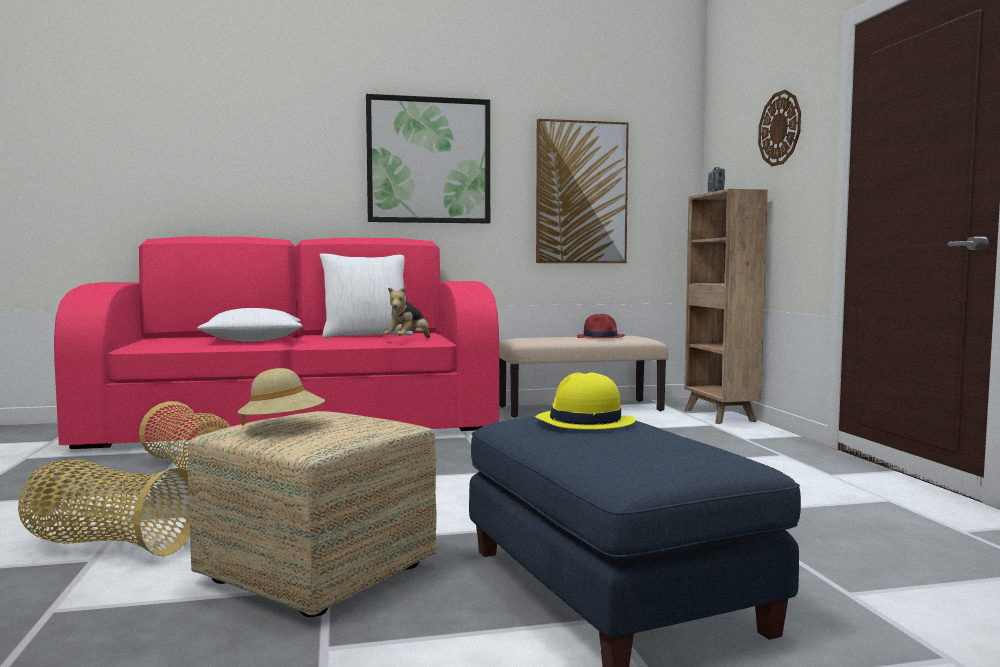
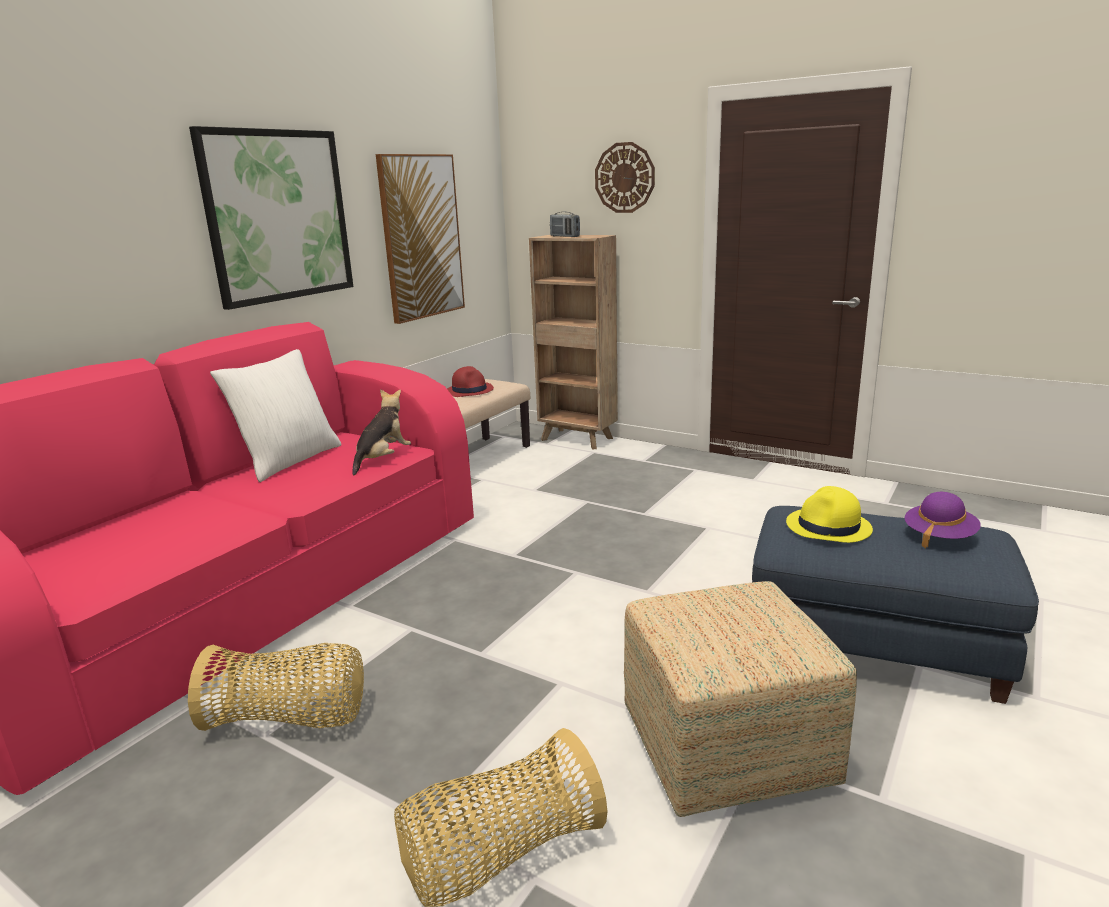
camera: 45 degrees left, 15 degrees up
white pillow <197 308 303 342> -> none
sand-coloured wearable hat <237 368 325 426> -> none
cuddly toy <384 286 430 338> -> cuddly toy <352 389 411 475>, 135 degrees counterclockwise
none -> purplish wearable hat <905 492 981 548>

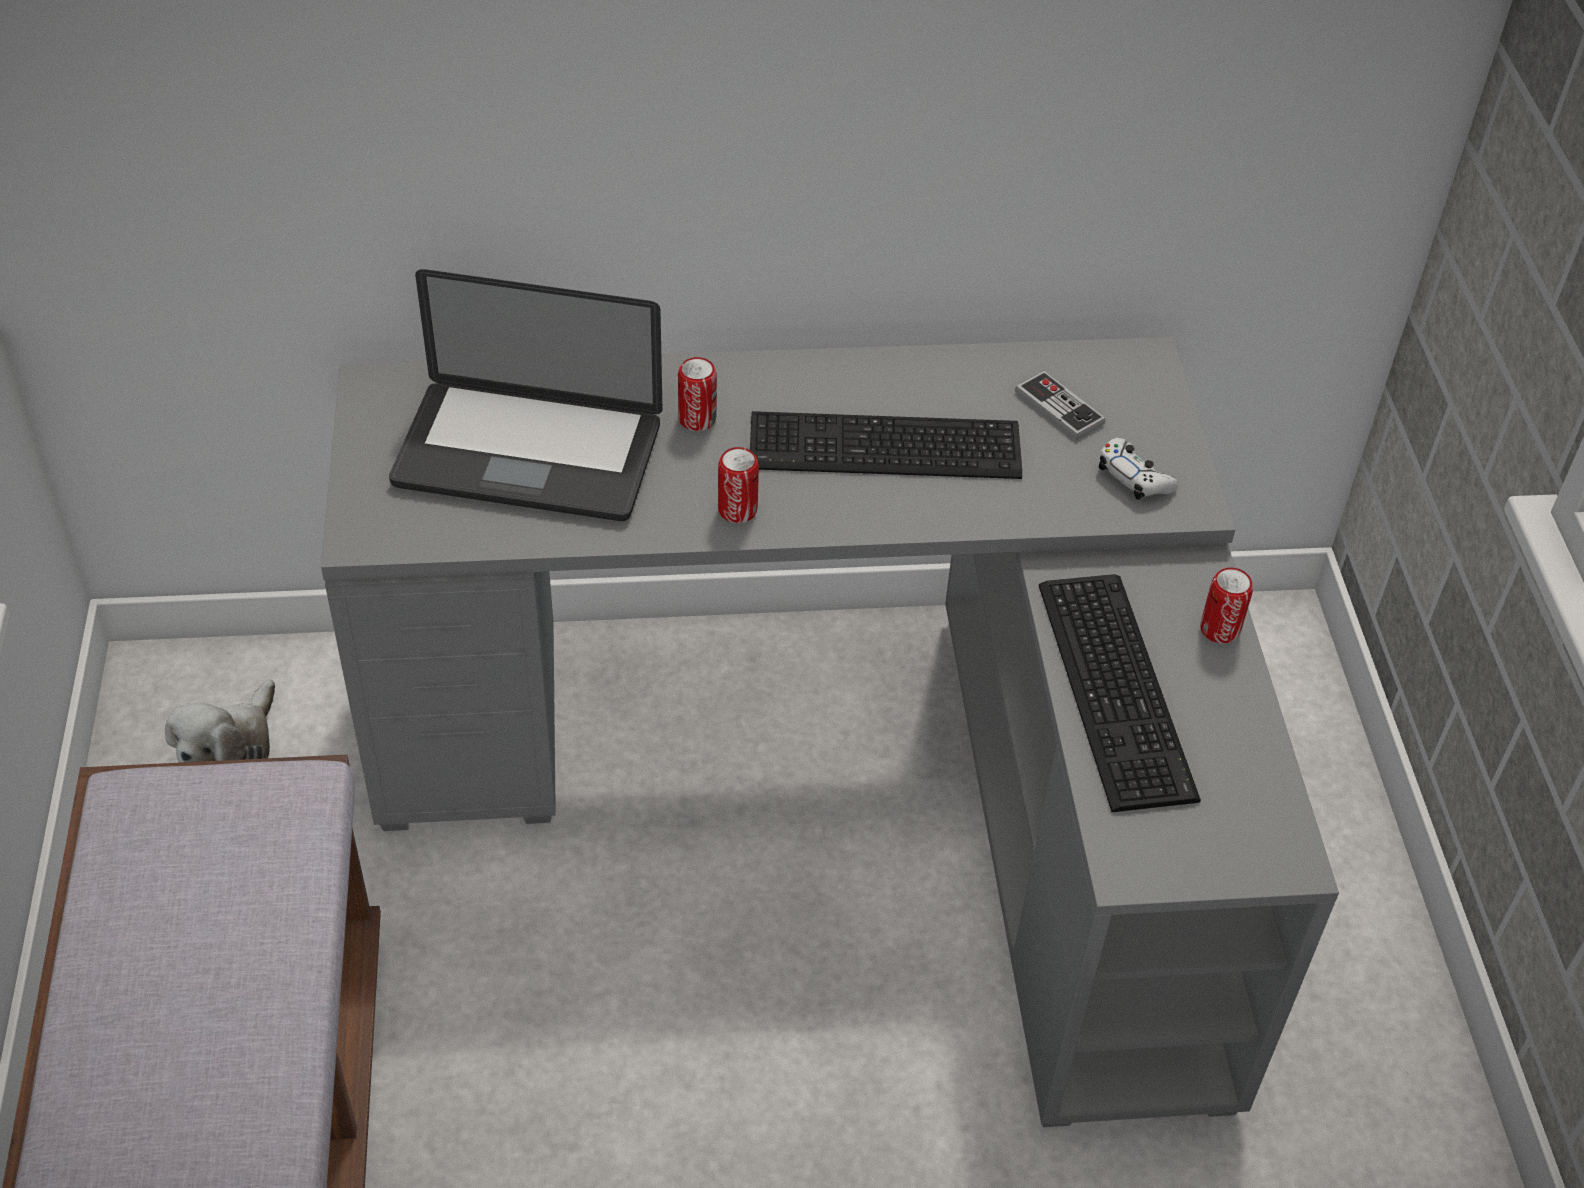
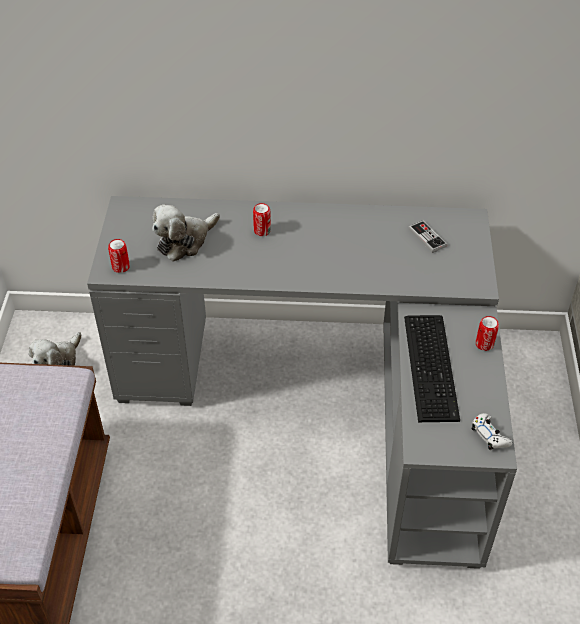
camera: 10 degrees right, 0 degrees up
notebook computer <389 269 663 521> -> cuddly toy <152 204 220 261>
can <718 447 759 523> -> can <108 239 130 273>, move
computer keyboard <750 411 1022 479> -> none
white game controller <1099 438 1178 500> -> white game controller <472 413 513 450>, move

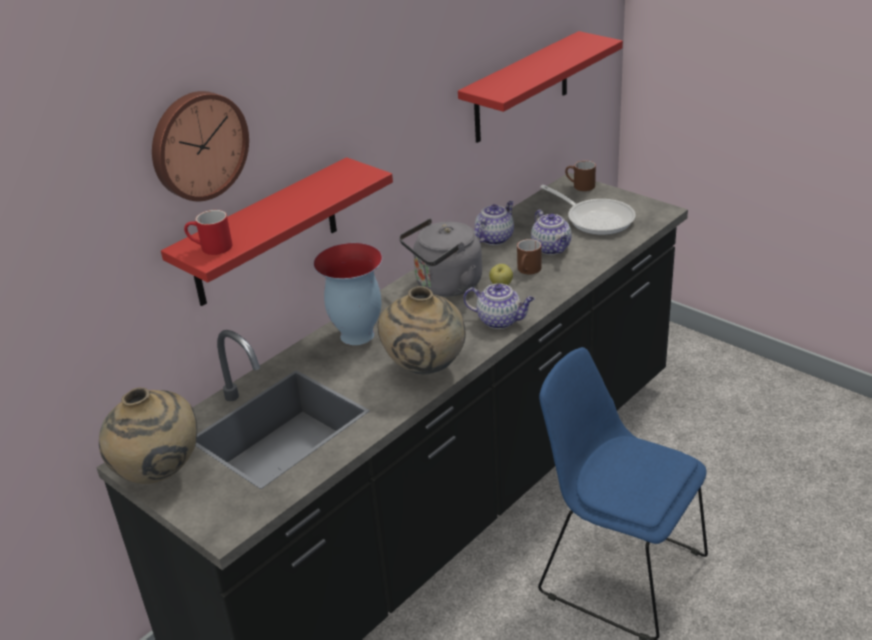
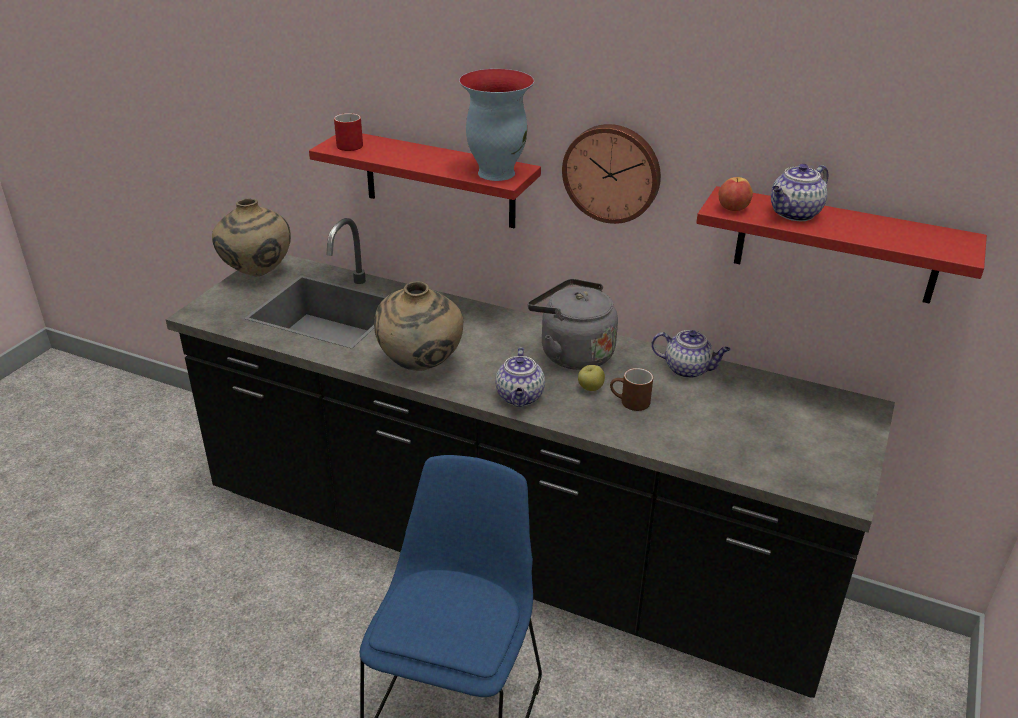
camera: 70 degrees right, 0 degrees up
hanging clock <152 91 249 201> -> hanging clock <562 124 661 224>, move
decorative vase <313 243 382 345> -> decorative vase <459 69 534 181>, move
teapot <531 210 572 255> -> teapot <771 164 828 221>, move
pan <540 185 636 235> -> none
brown coffee mug <565 160 596 191> -> none
none -> whole apple <719 177 753 211>

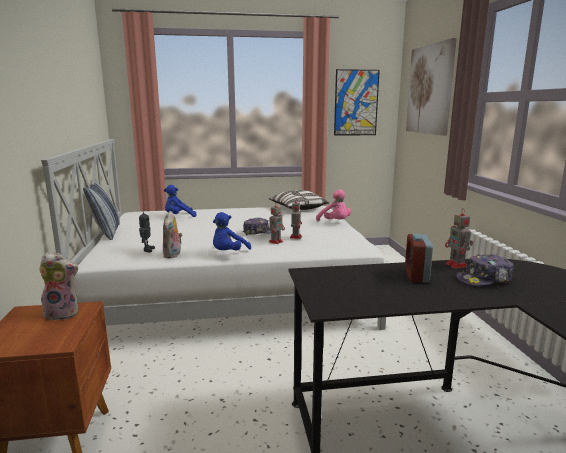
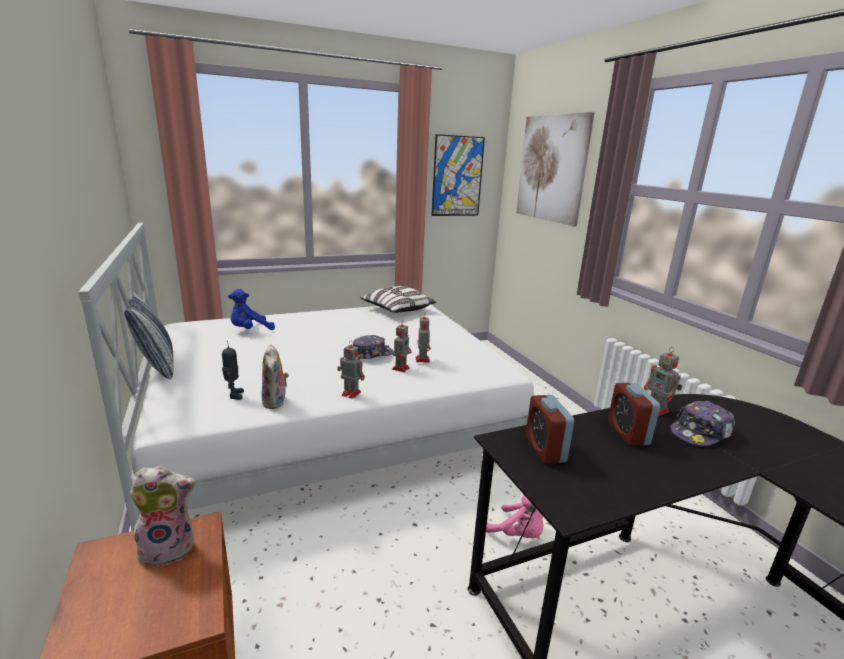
camera: 15 degrees left, 5 degrees up
blue-coloured cuddly toy <213 212 251 250> -> model robot <337 340 365 399>
pinkish cuddly toy <316 189 351 221> -> pinkish cuddly toy <486 495 543 538>, move
none -> alarm clock <526 395 574 464>

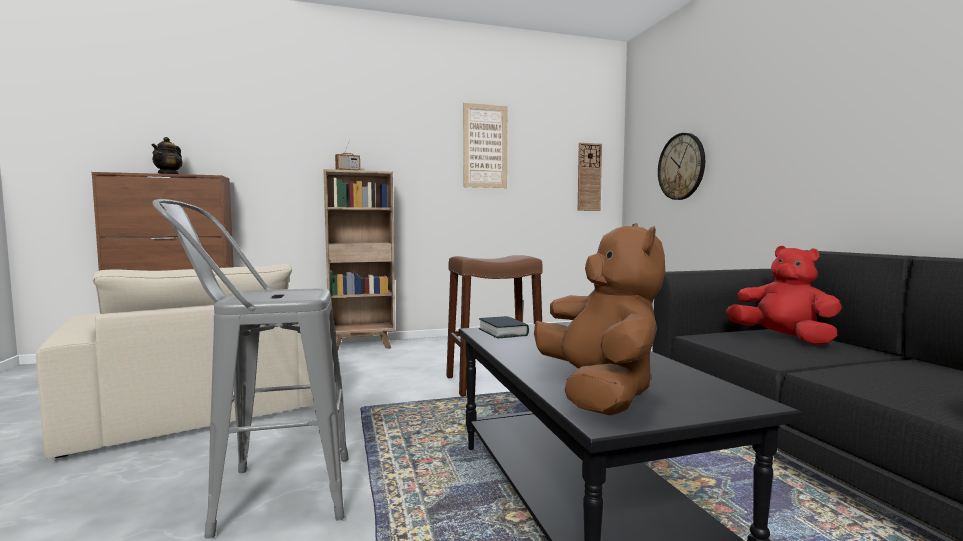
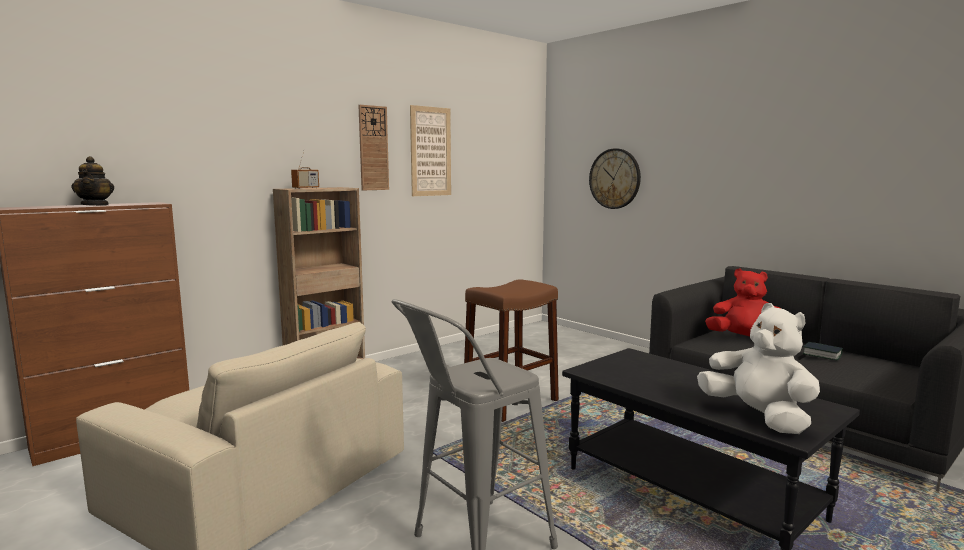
camera: 25 degrees left, 5 degrees up
volume <479 316 529 338> -> volume <802 342 843 361>, move
brown cuddly toy <534 223 665 415> -> white cuddly toy <697 303 820 434>
hanging clock <578 143 602 211> -> hanging clock <358 105 389 190>, move

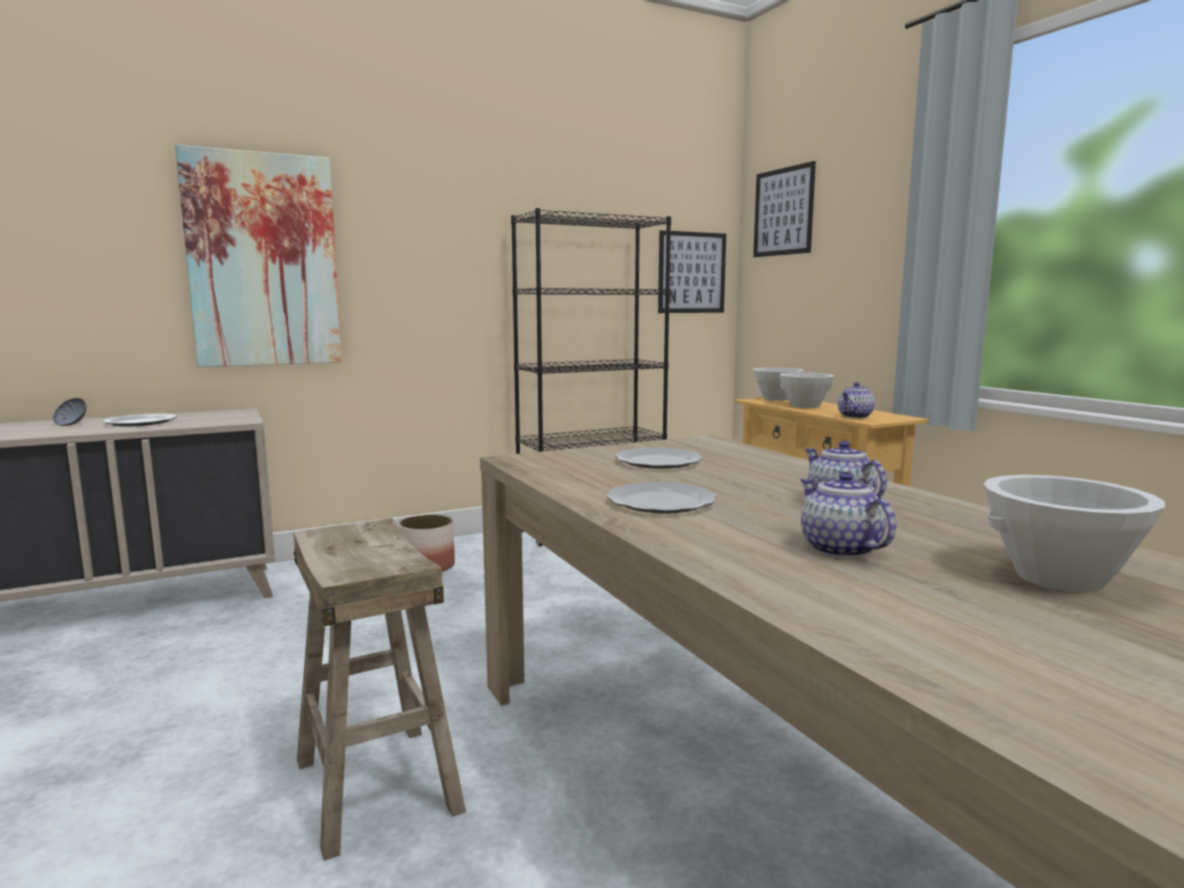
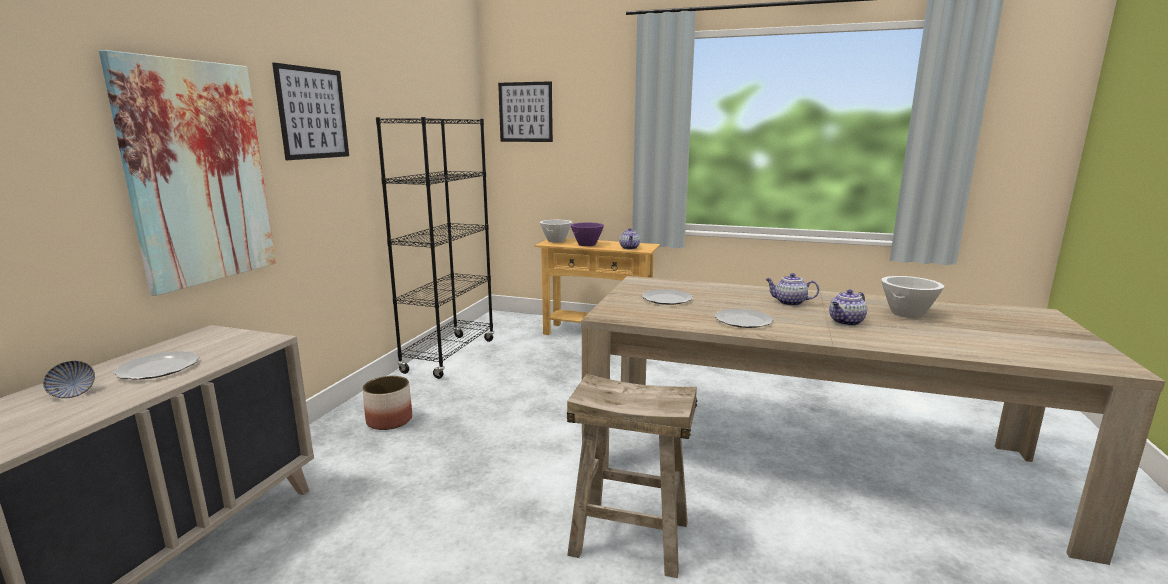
camera: 45 degrees left, 5 degrees up
wall art <658 230 726 313> -> wall art <272 63 349 160>, move
white bowl <779 373 834 408> -> purplish bowl <571 223 604 246>
teapot <800 472 896 558> -> teapot <829 289 867 326>, 60 degrees counterclockwise

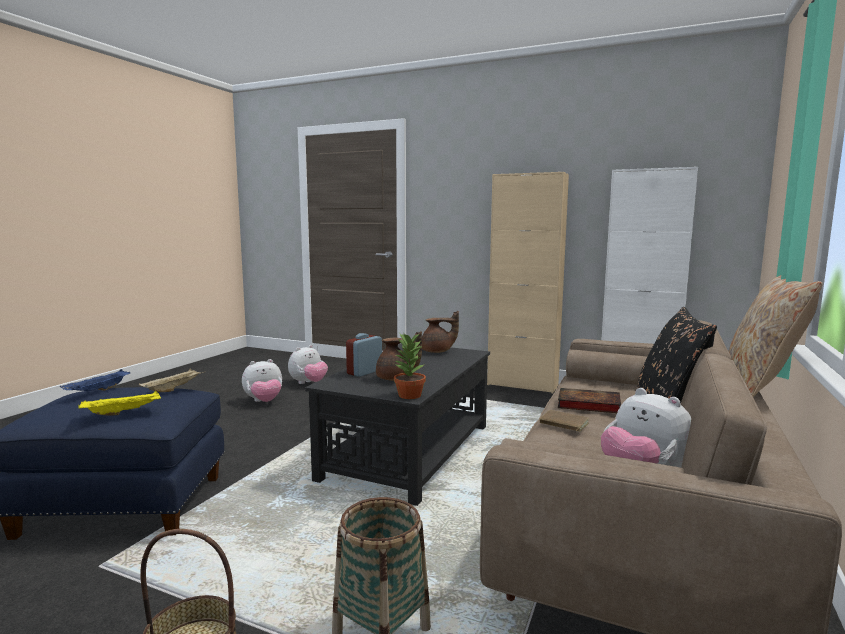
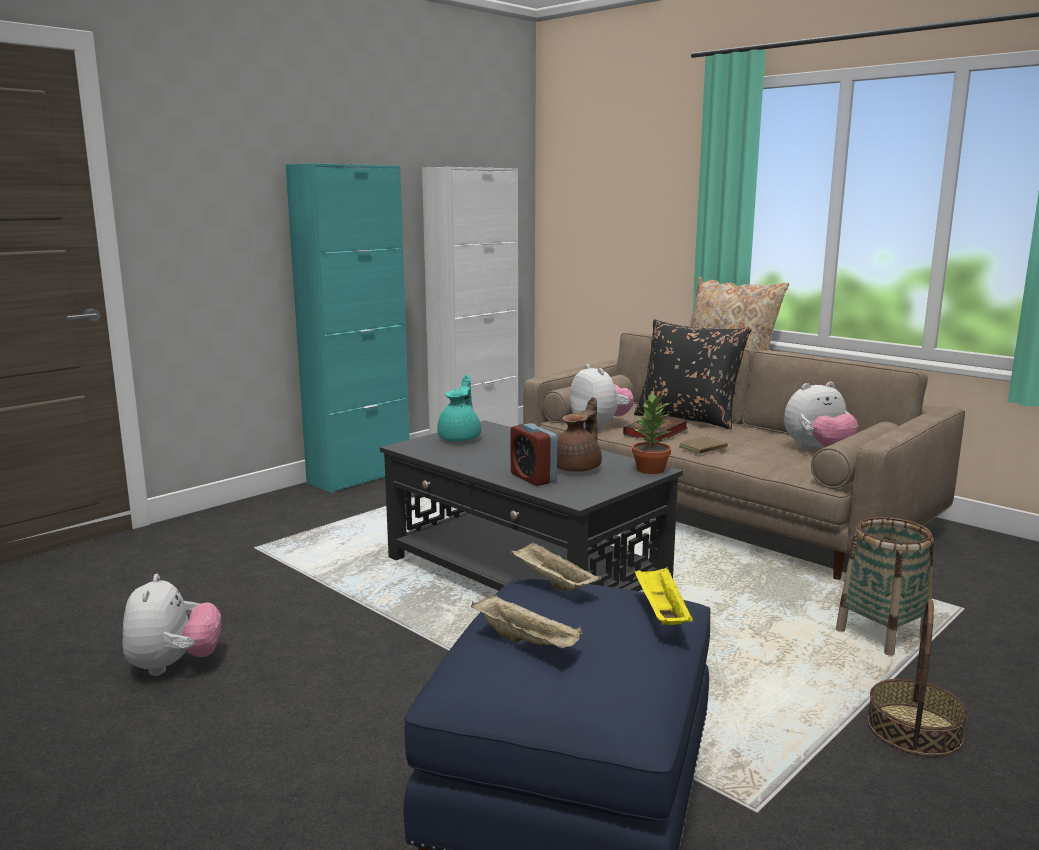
camera: 70 degrees left, 5 degrees up
blue-coloured carrying tray <60 369 130 391> -> sand-coloured carrying tray <471 595 583 648>
cuddly toy <288 345 328 384> -> cuddly toy <569 364 634 430>, move
brown teapot <422 311 459 353> -> blue-green teapot <437 375 481 442>
sand-coloured storage cabinet <487 172 569 393> -> blue-green storage cabinet <286 163 410 493>

